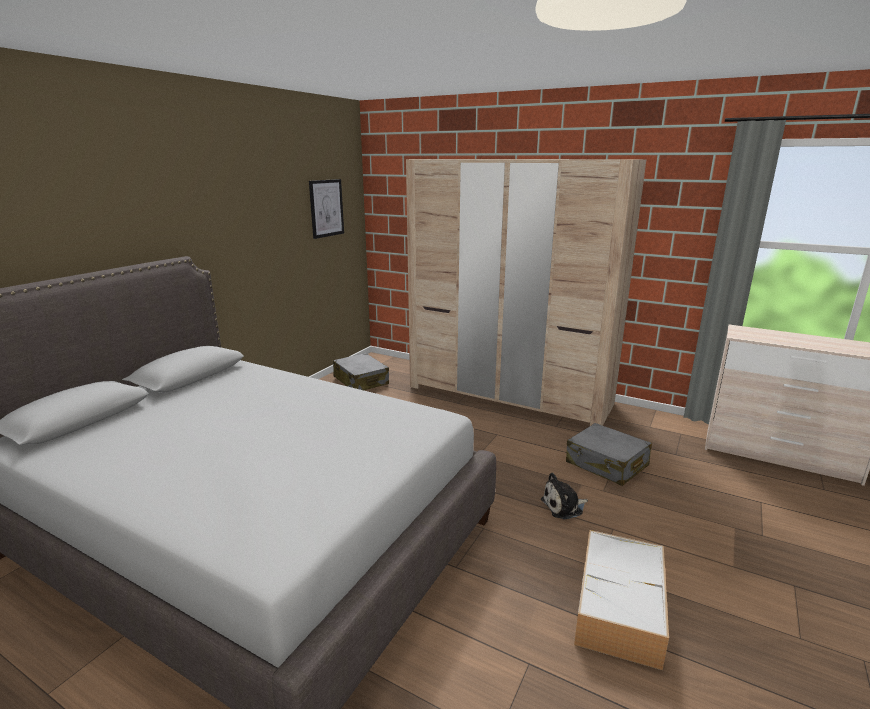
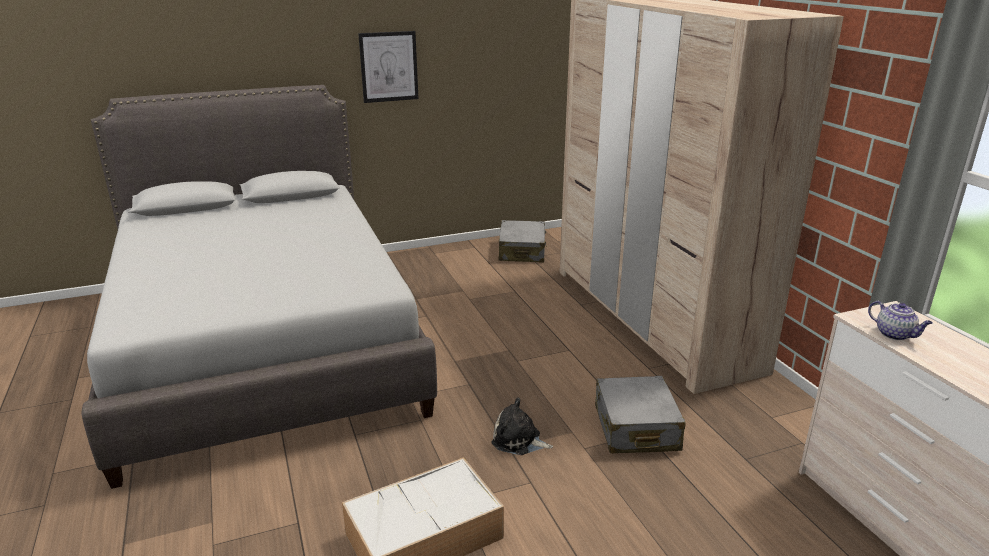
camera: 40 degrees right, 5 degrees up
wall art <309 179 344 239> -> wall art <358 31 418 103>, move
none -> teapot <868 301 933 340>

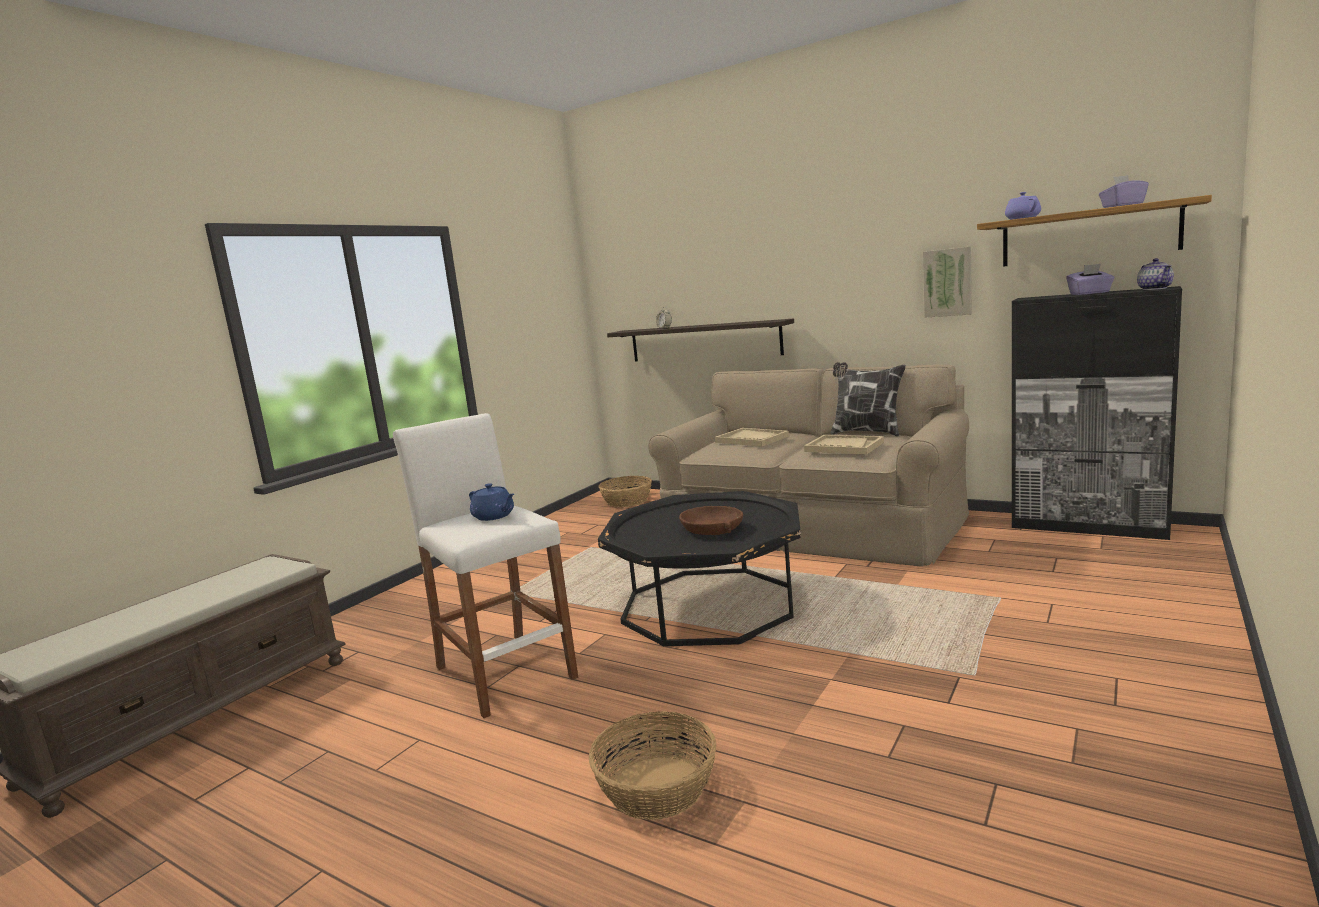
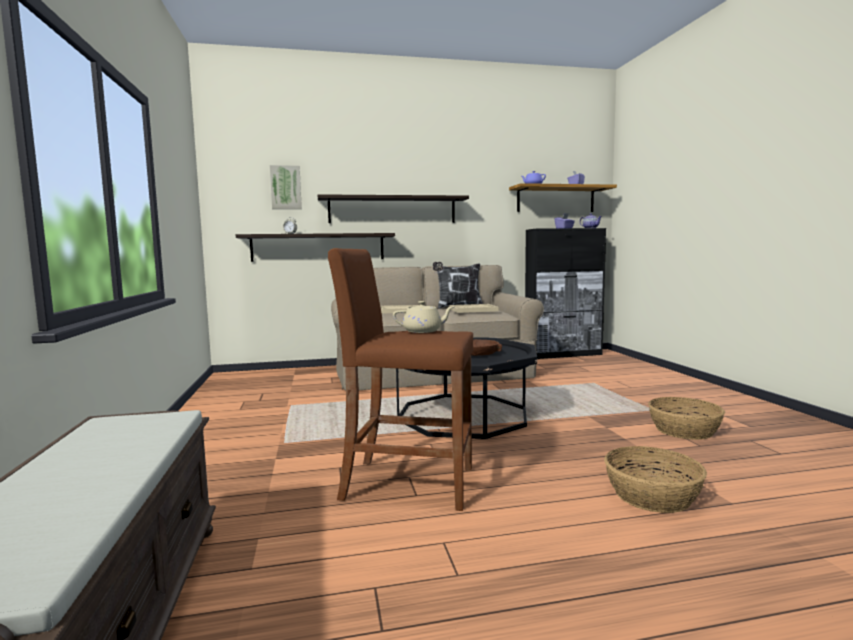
camera: 45 degrees left, 5 degrees down
white sitting stool <393 413 578 718> -> brown sitting stool <328 248 474 511>
blue-coloured teapot <469 483 514 521> -> sand-coloured teapot <393 301 454 333>
storage basket <599 476 652 507> -> storage basket <648 397 725 440>, move
wall art <923 247 972 318> -> wall art <270 165 302 209>, move
none -> bracket shelf <318 194 469 223>

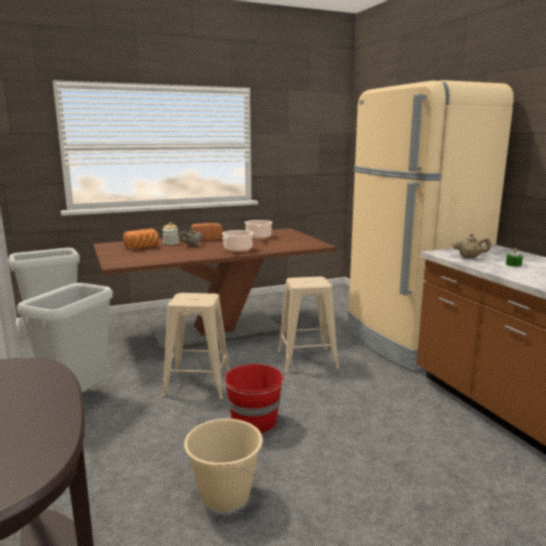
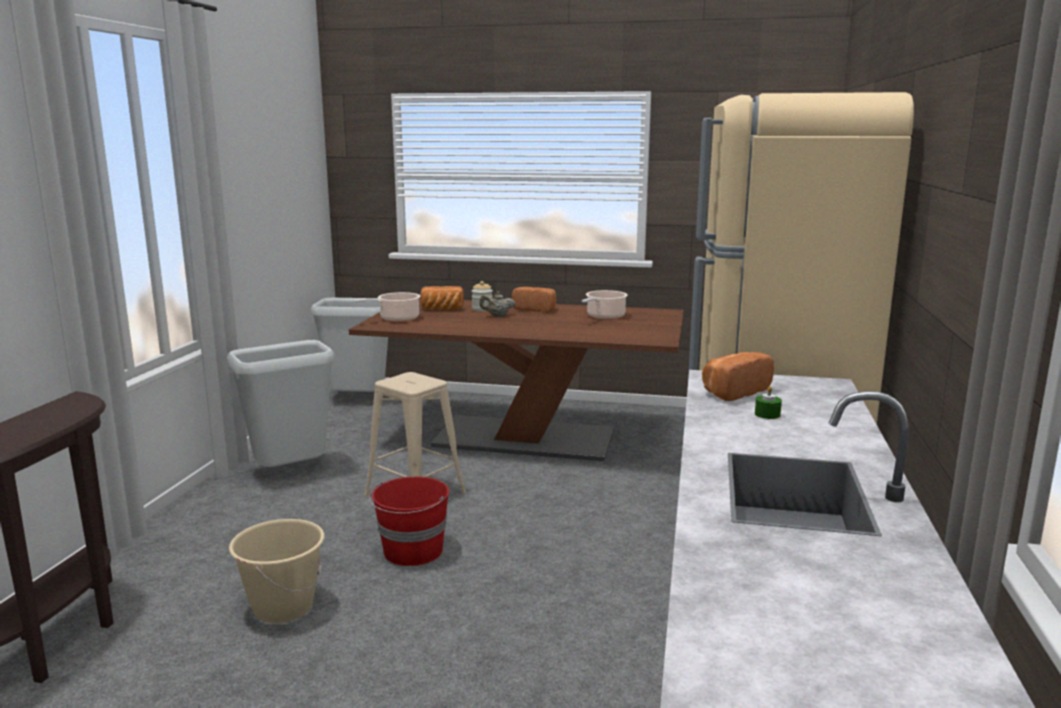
camera: 35 degrees right, 0 degrees up
cooking pot <222 230 254 252> -> cooking pot <354 292 421 322>, move
sand-coloured sitting stool <277 276 339 372> -> none
sand-coloured teapot <453 233 491 258> -> bakery bread <702 352 774 401>

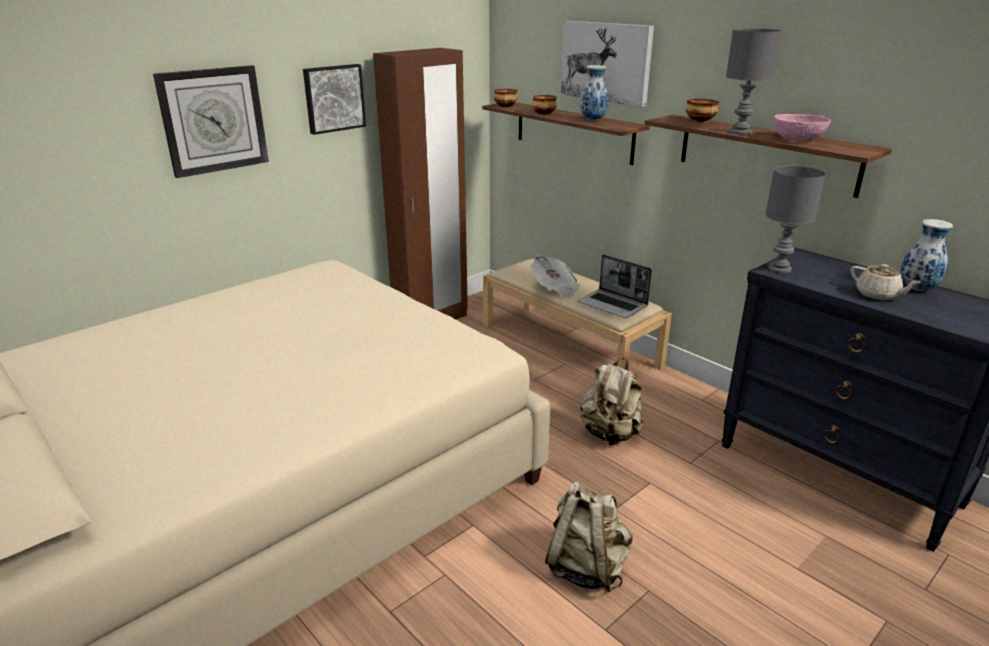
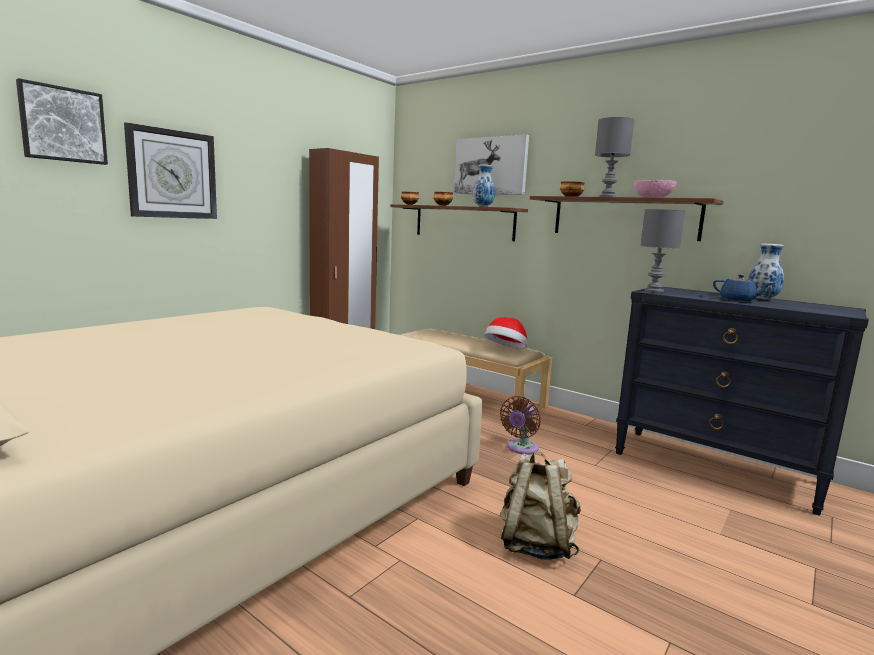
camera: 10 degrees left, 15 degrees down
wall art <303 64 366 135> -> wall art <16 78 108 165>, move
daily paper <531 255 580 299> -> none
notebook computer <577 254 652 318> -> wearable hat <485 317 528 348>
sand-coloured rucksack <580 358 644 446> -> brown electric fan <500 396 541 455>
sand-coloured teapot <850 264 921 300> -> blue-coloured teapot <713 274 773 302>

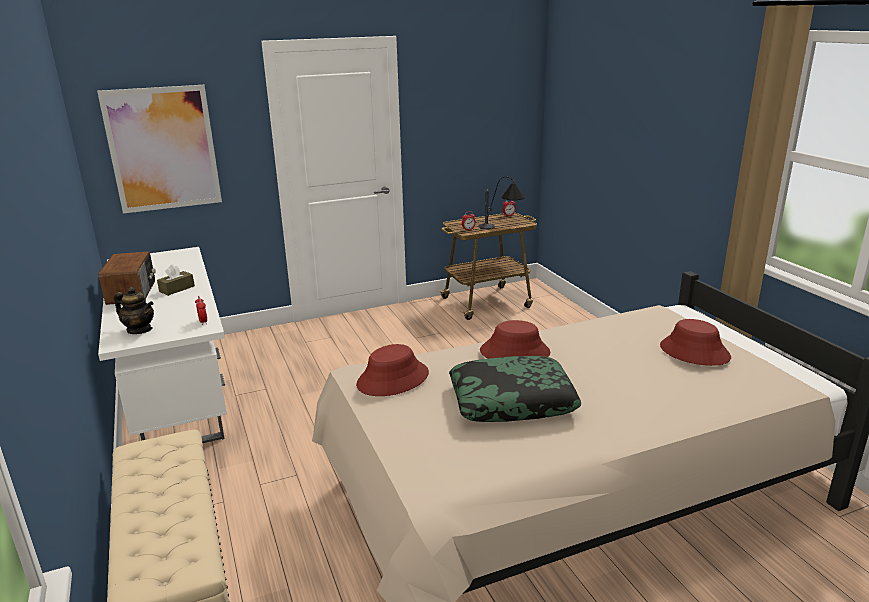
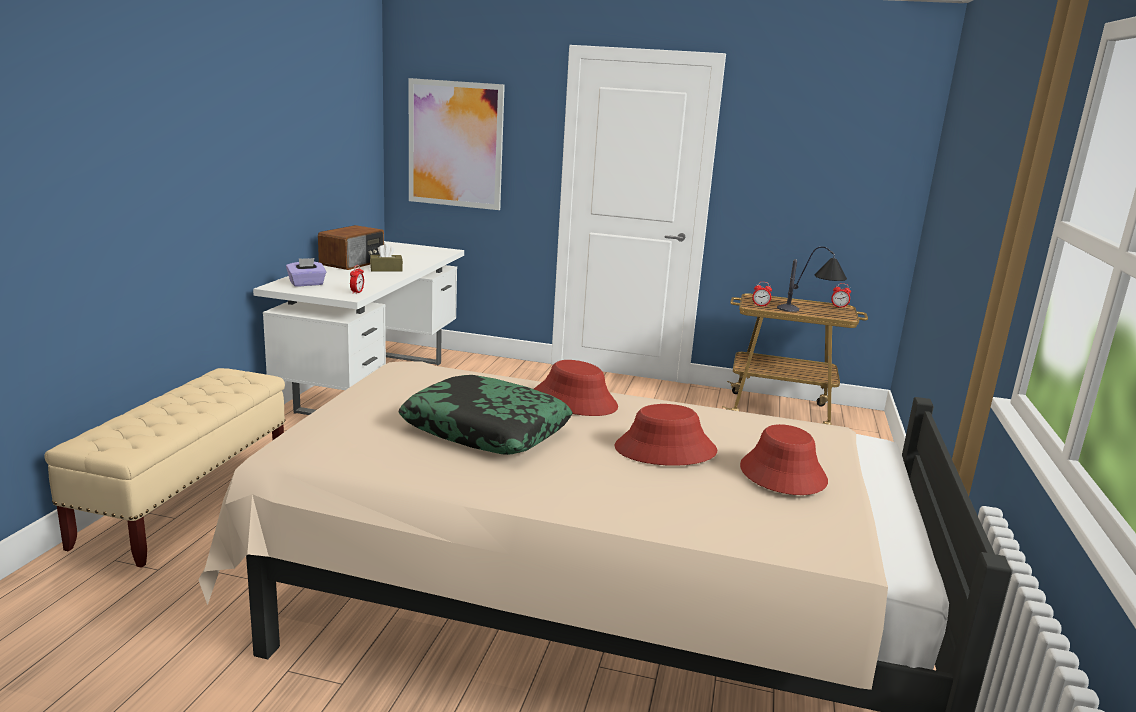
camera: 35 degrees right, 5 degrees down
teapot <114 287 154 334> -> purplish tissue box <286 258 326 287>
reddish wearable hat <356 344 429 396> -> reddish wearable hat <614 404 717 466>, move

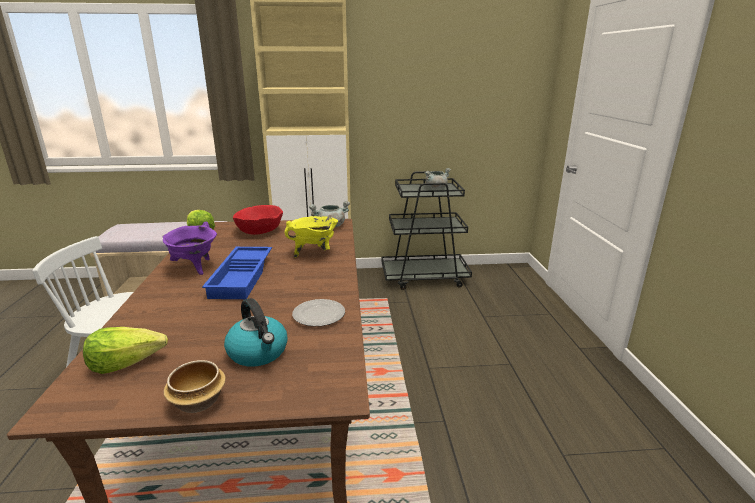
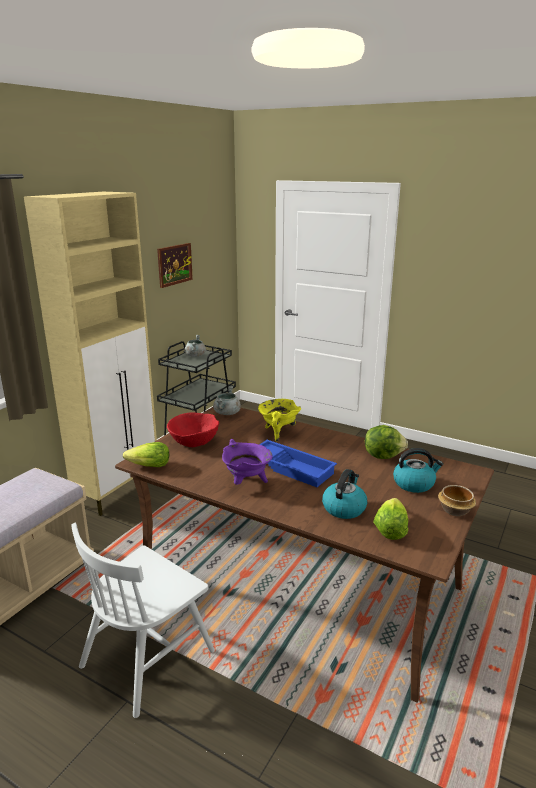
camera: 55 degrees left, 0 degrees up
flat dish <292 299 345 326> -> head of lettuce <365 425 408 459>
none -> wall art <157 243 193 288>
none -> tea kettle <322 469 367 519>

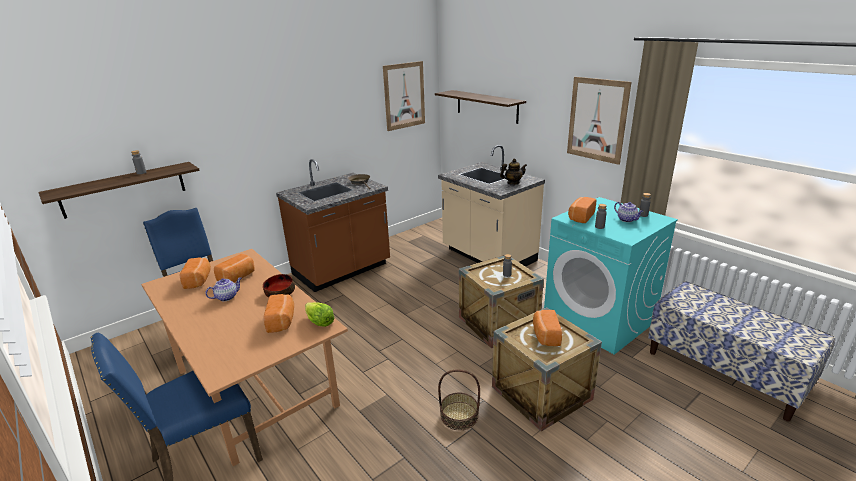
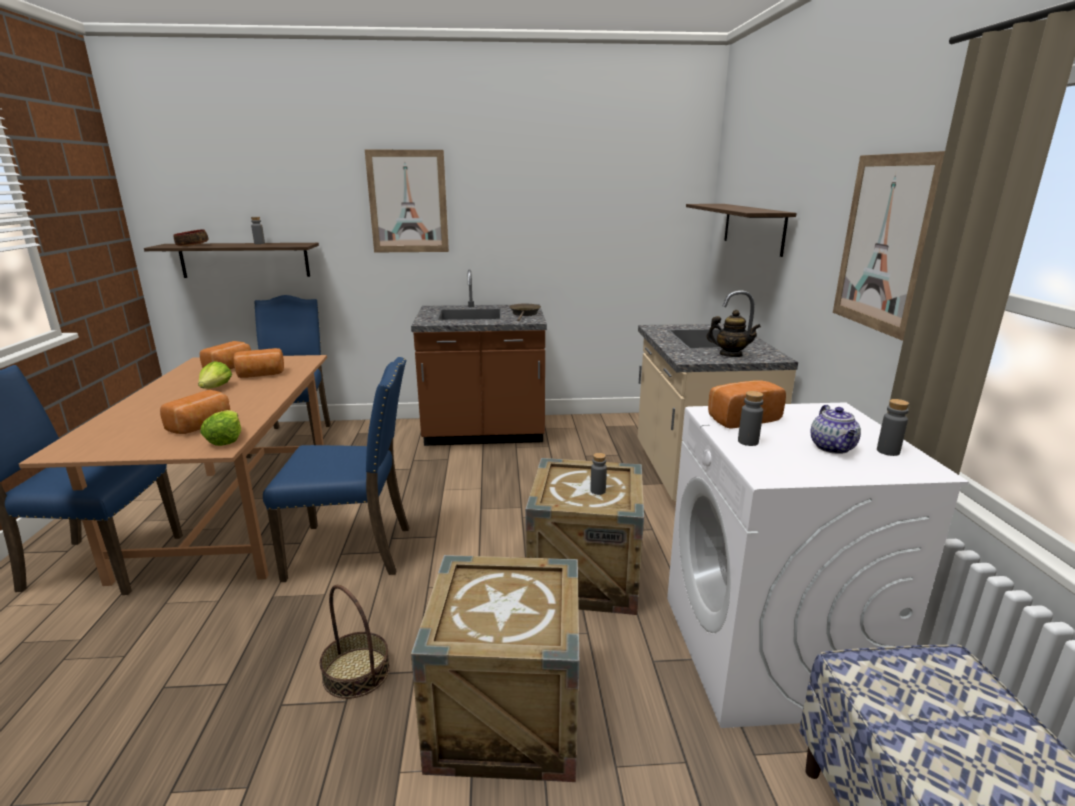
camera: 35 degrees right, 5 degrees down
teapot <206 277 242 301> -> head of lettuce <198 361 232 389>
bowl <263 274 295 298> -> bowl <173 229 209 246>, move
wall art <383 61 425 131> -> wall art <365 150 449 252>, move
bakery bread <533 310 562 346> -> none
blue-green laundry appliance <544 197 678 355> -> white laundry appliance <667 402 969 728>
none -> blue-coloured plain chair <263 357 409 582>

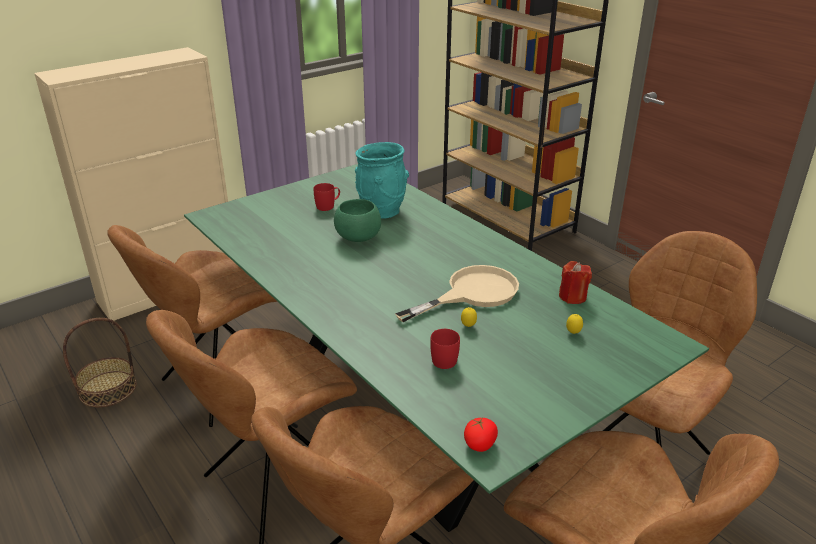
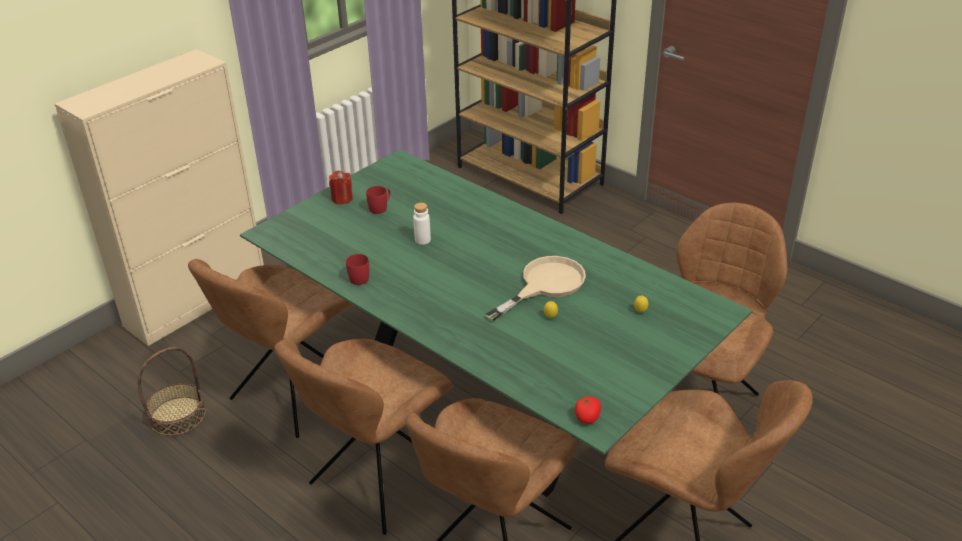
camera: 10 degrees left, 5 degrees up
greenish bowl <334 199 381 242> -> white drink bottle <413 203 431 245>
blue-green decorative vase <355 142 409 218> -> none
reddish coffee mug <430 329 460 369> -> reddish coffee mug <346 254 369 285>, move
reddish wax candle <559 261 592 304> -> reddish wax candle <329 171 353 204>, move

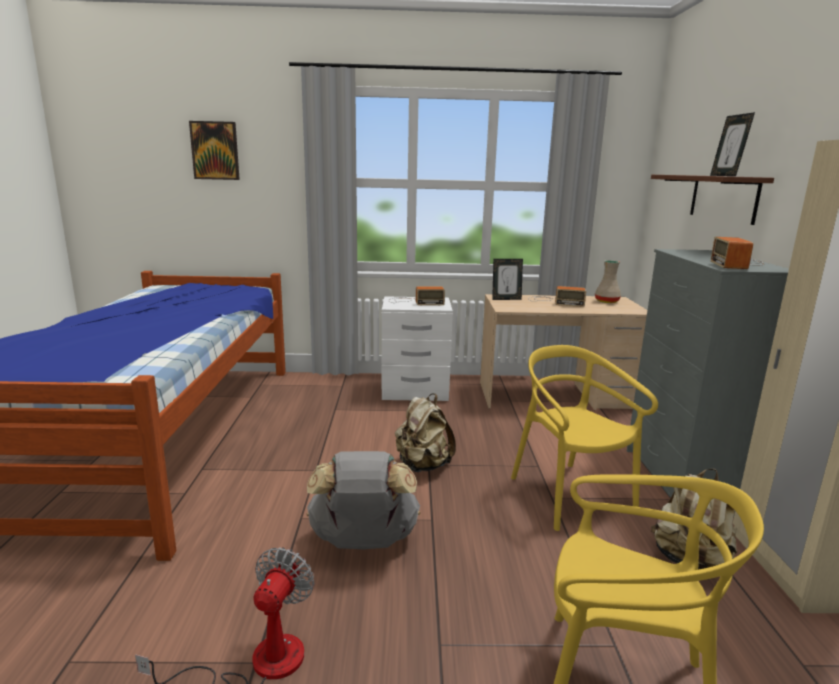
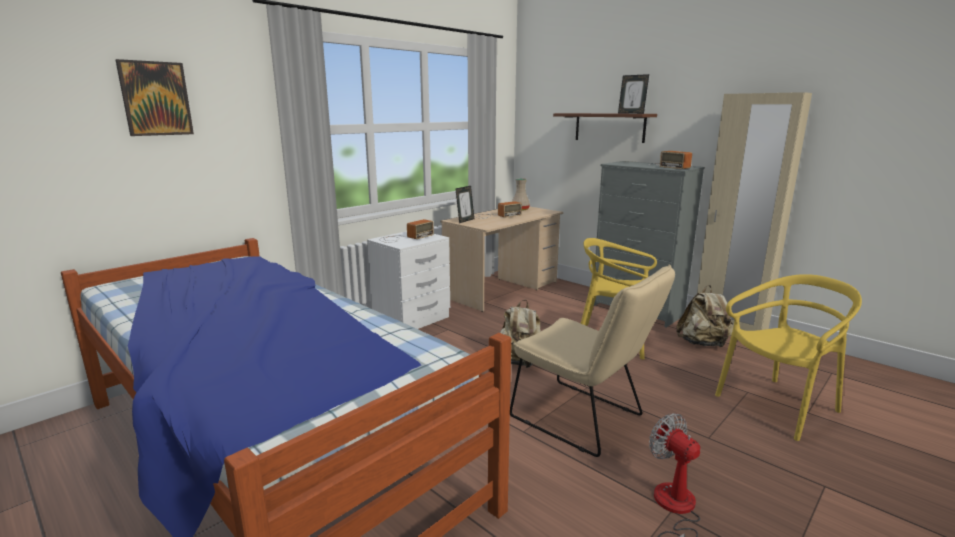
camera: 45 degrees left, 0 degrees up
grey rucksack <306 451 420 550> -> sand-coloured plain chair <510 265 675 457>

